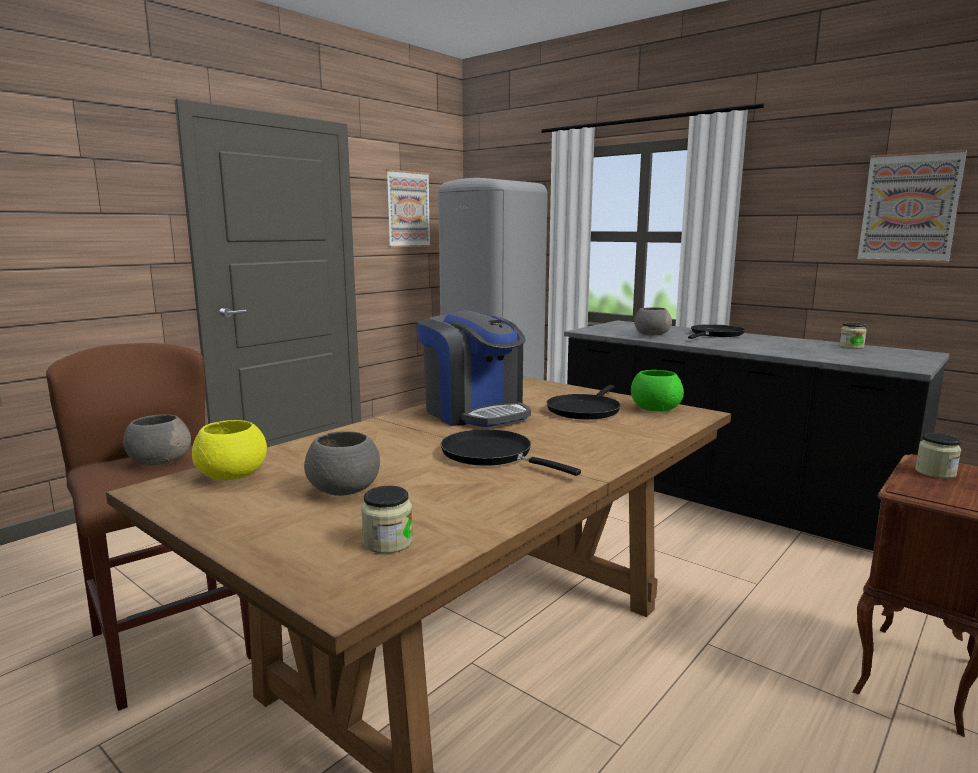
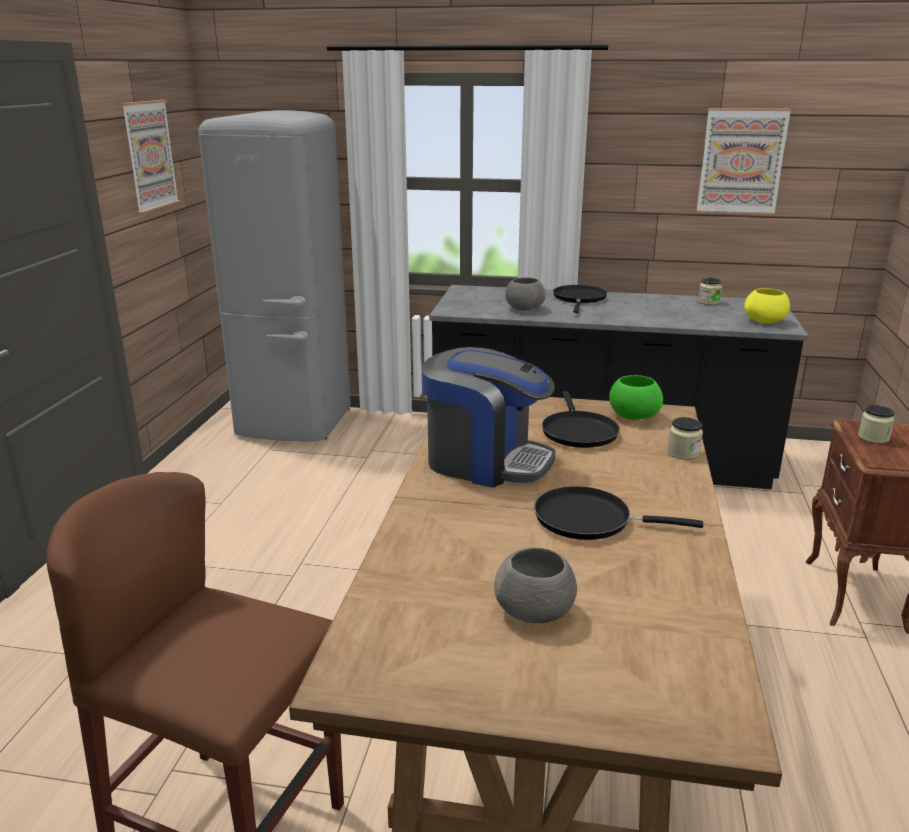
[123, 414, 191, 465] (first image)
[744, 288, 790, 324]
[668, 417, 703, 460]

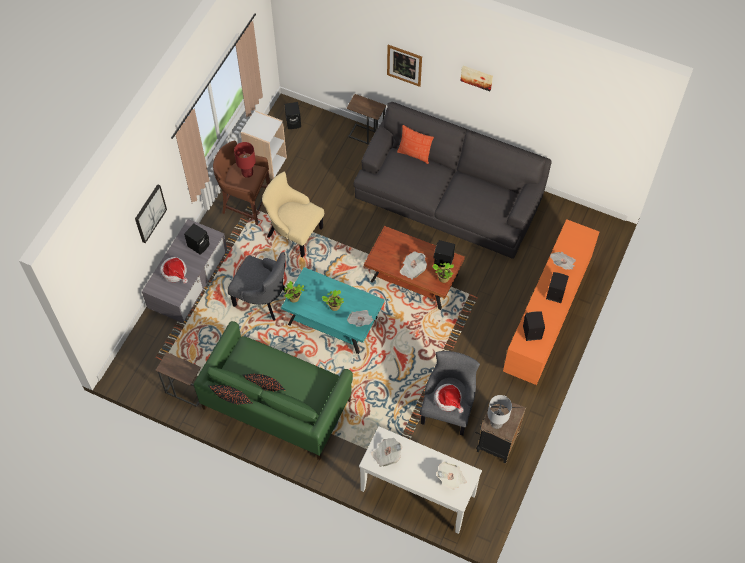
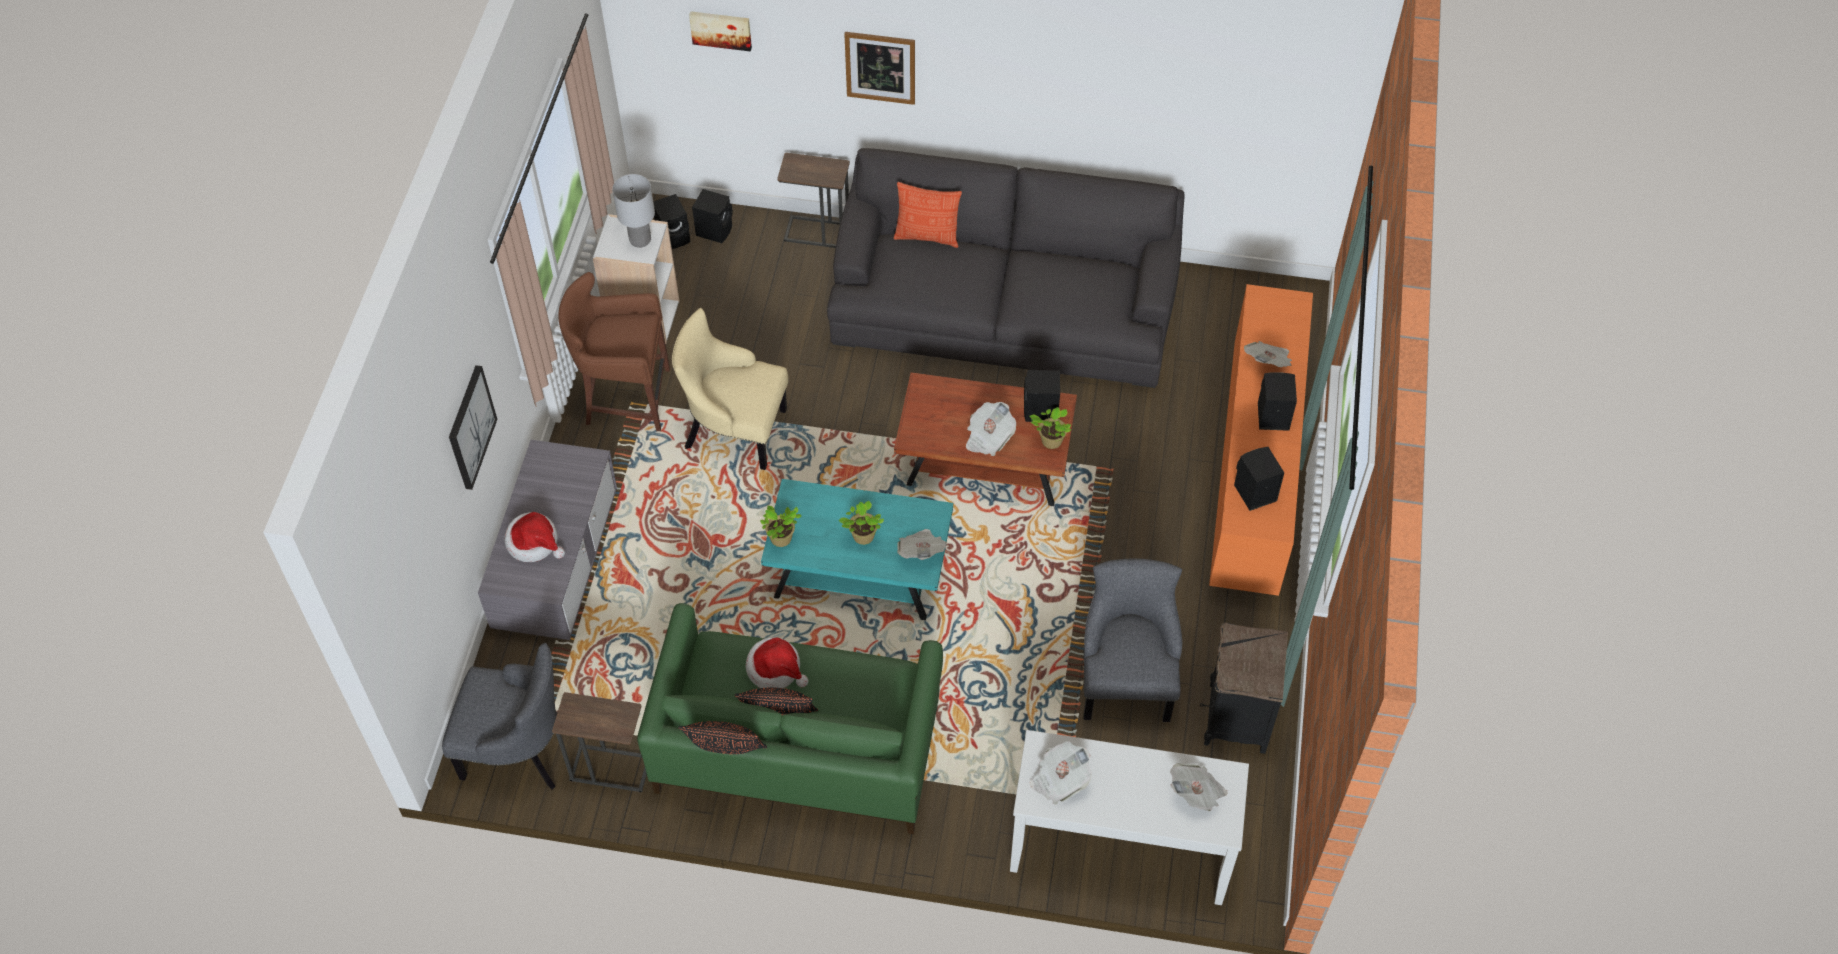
[234, 142, 256, 178] (first image)
[692, 189, 733, 243]
[442, 643, 558, 790]
[746, 637, 808, 688]
[689, 11, 752, 51]
[612, 174, 655, 248]

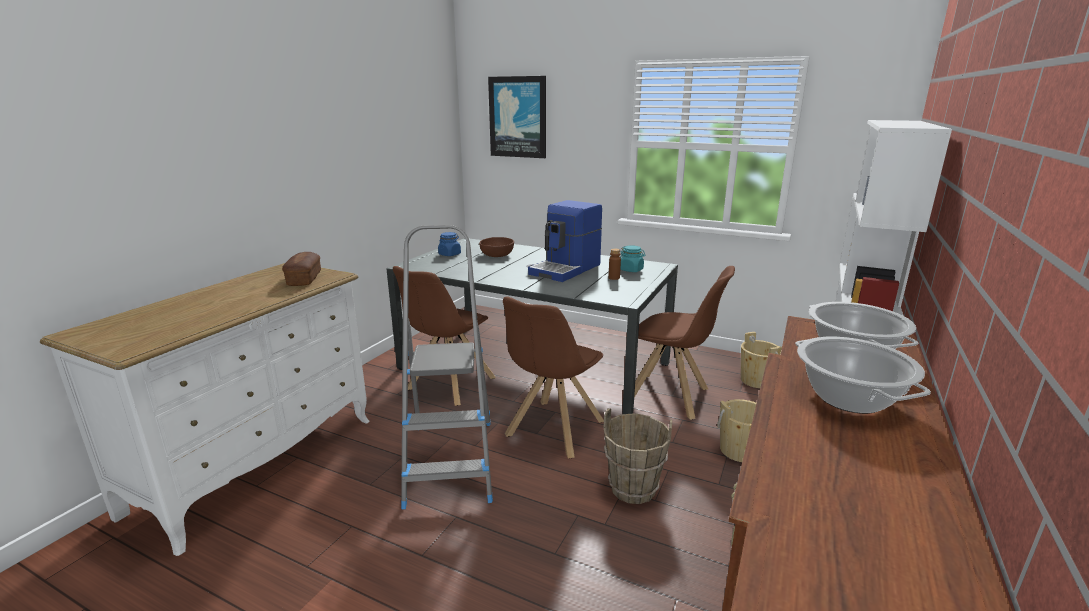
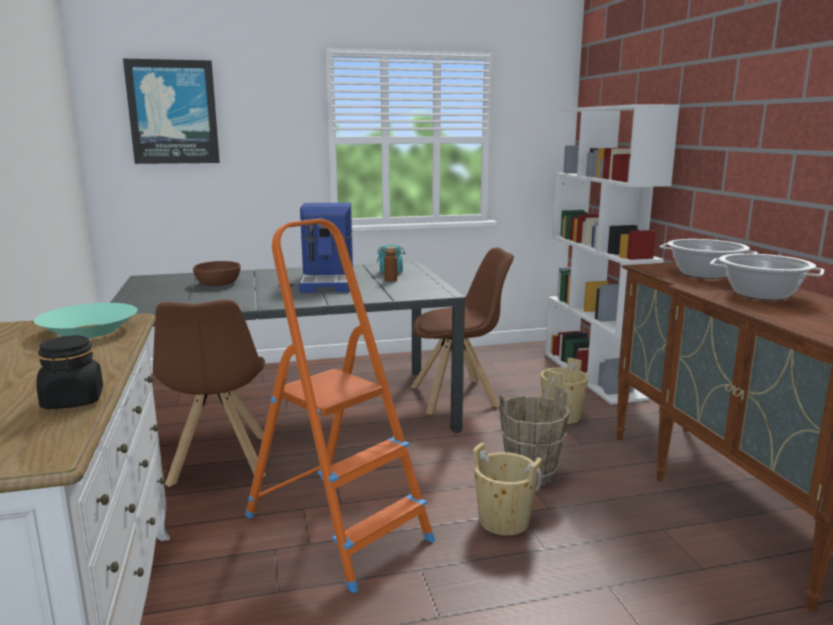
[438, 232, 461, 256] (first image)
[503, 296, 604, 459] (first image)
[36, 335, 103, 409]
[473, 443, 542, 536]
[34, 303, 137, 338]
[245, 219, 435, 593]

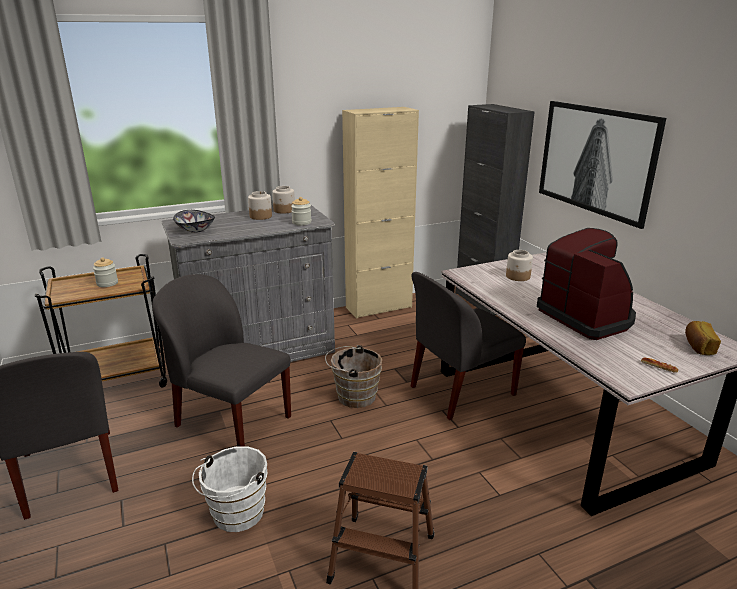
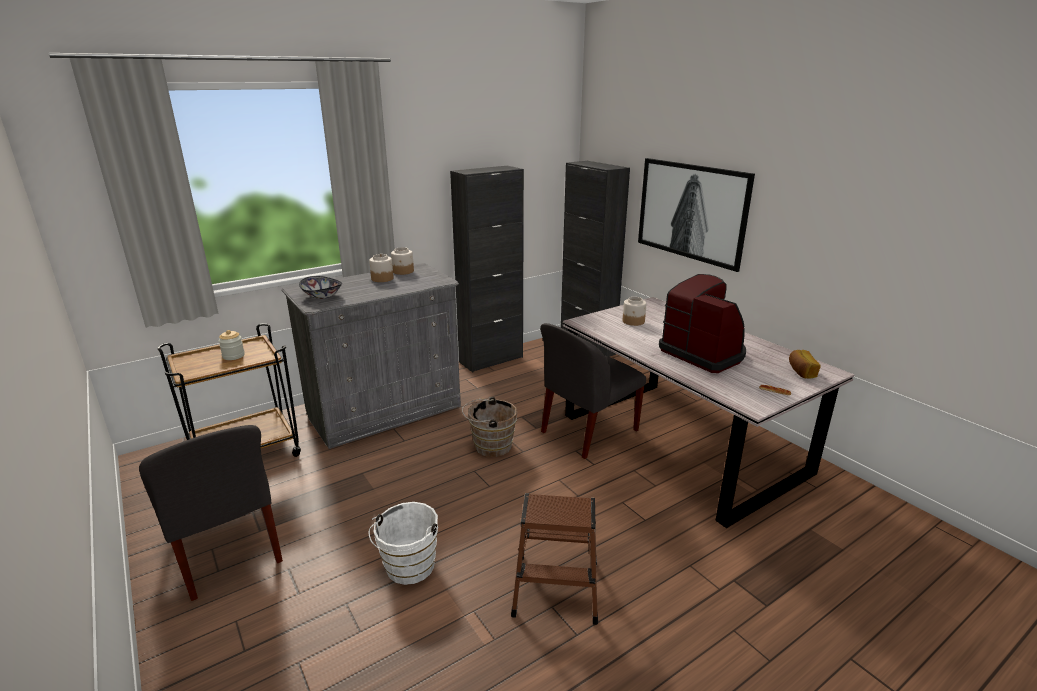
[152, 274, 291, 446] (first image)
[291, 197, 312, 225] (first image)
[450, 166, 524, 372]

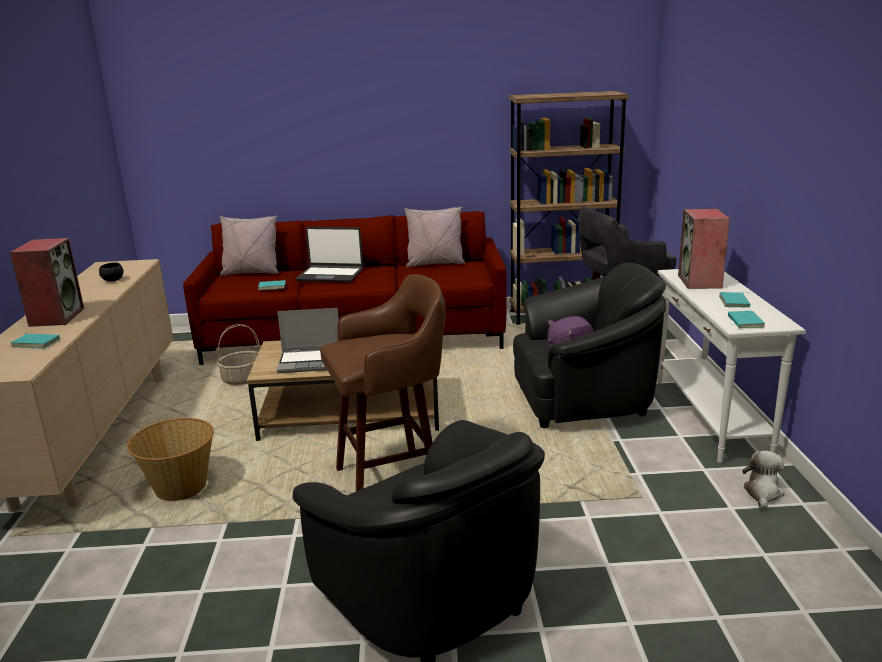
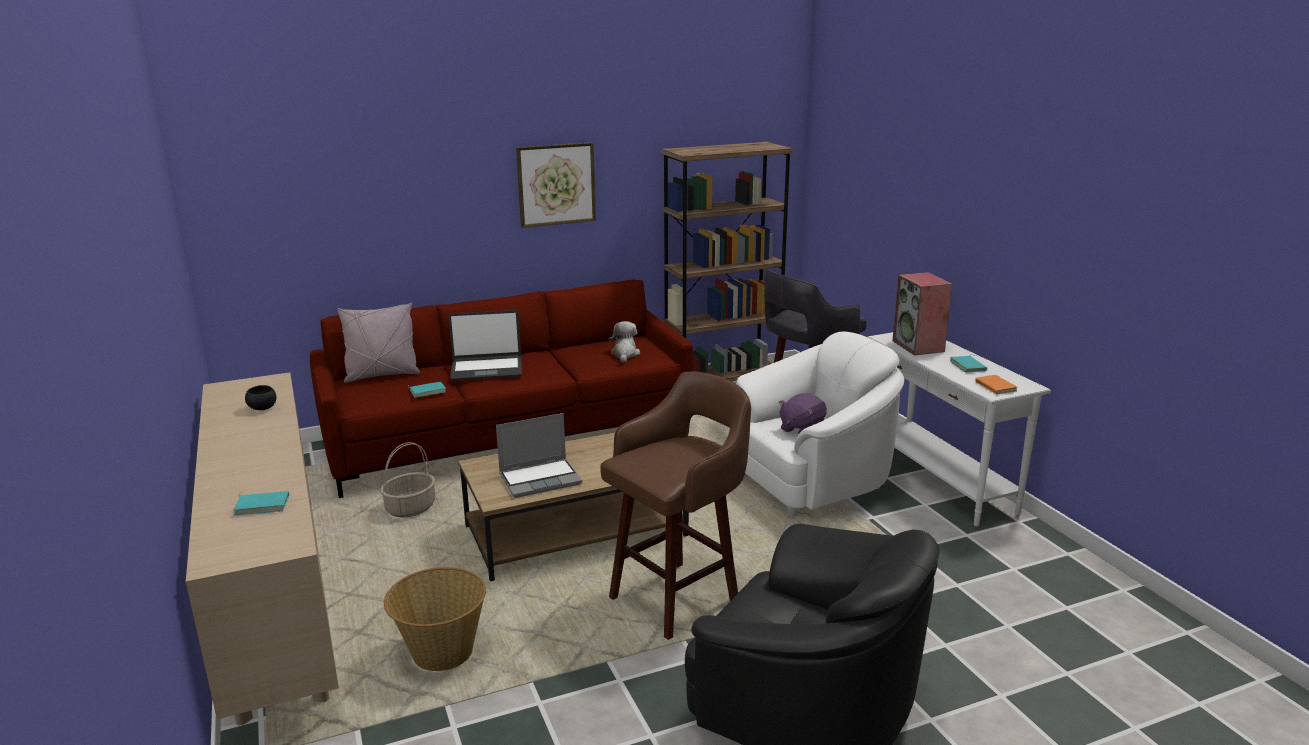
[10, 238, 84, 327] (first image)
[405, 206, 465, 268] (first image)
[516, 142, 596, 228]
[609, 321, 640, 362]
[736, 332, 904, 516]
[975, 375, 1017, 394]

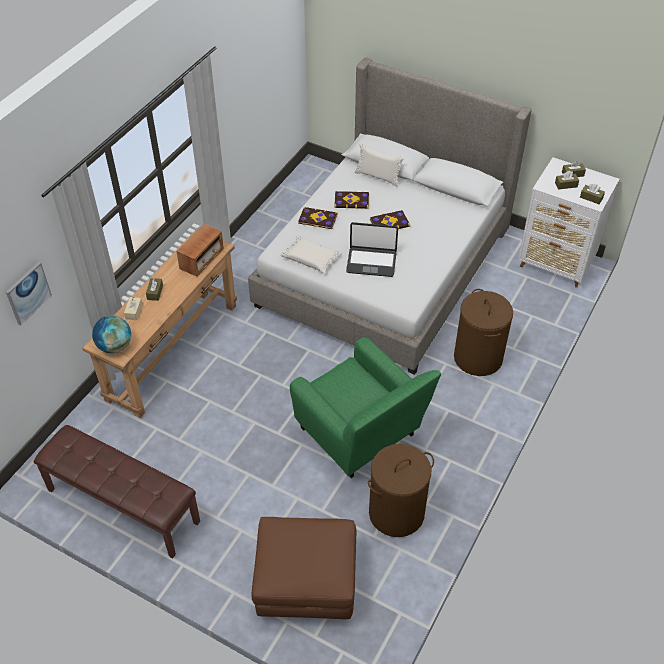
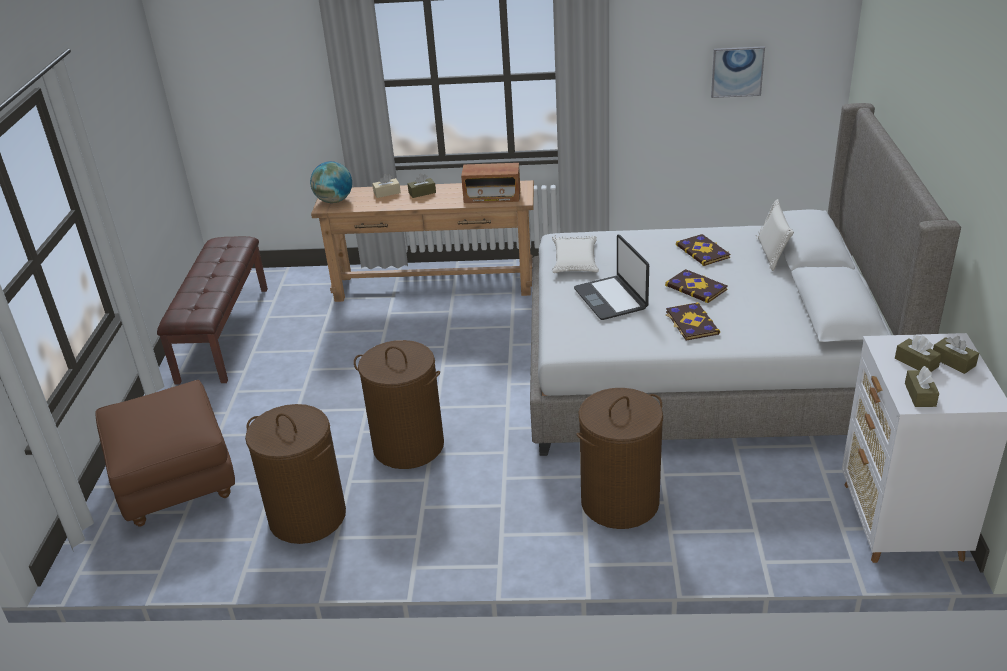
[711, 46, 765, 98]
[666, 302, 720, 341]
[354, 340, 444, 469]

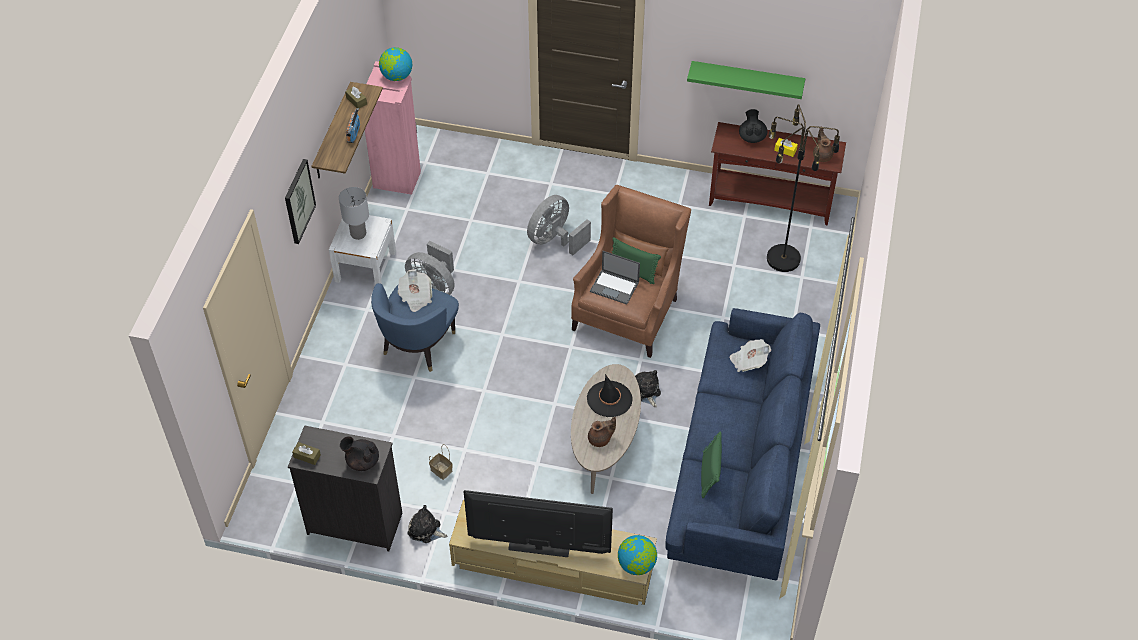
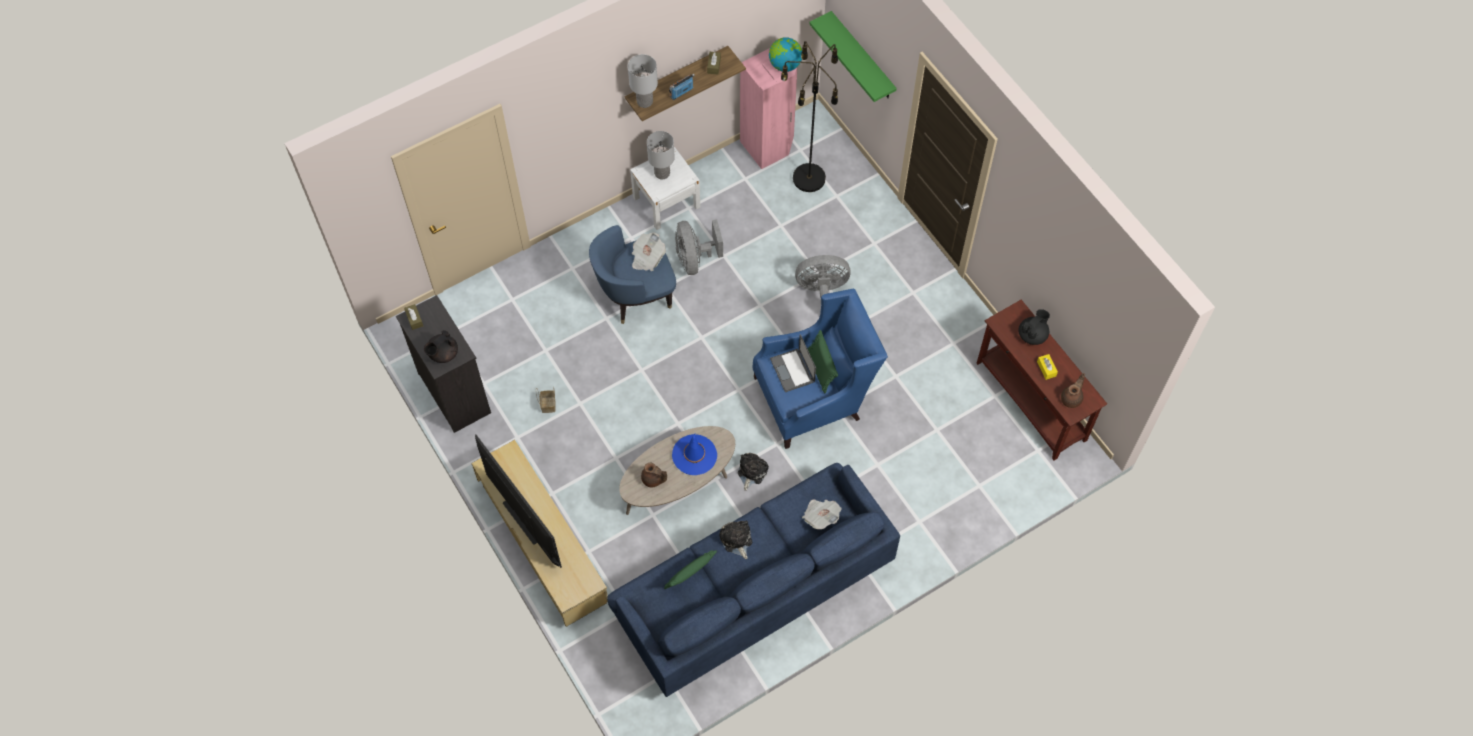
[285, 159, 316, 244] (first image)
[618, 535, 657, 575] (first image)
[628, 54, 658, 108]
[719, 521, 752, 559]
[809, 11, 896, 102]
[781, 41, 838, 192]
[753, 289, 888, 449]
[672, 434, 717, 475]
[424, 330, 458, 363]

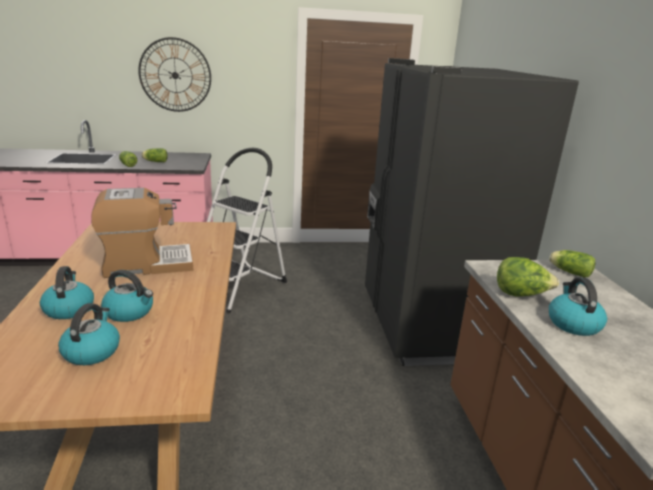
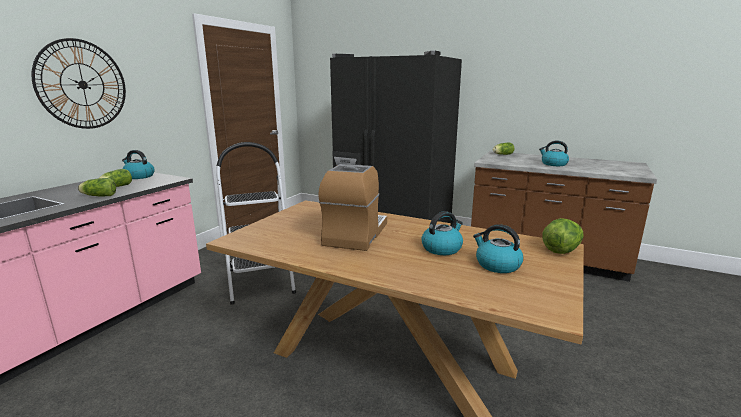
[122, 150, 155, 179]
[542, 218, 584, 254]

